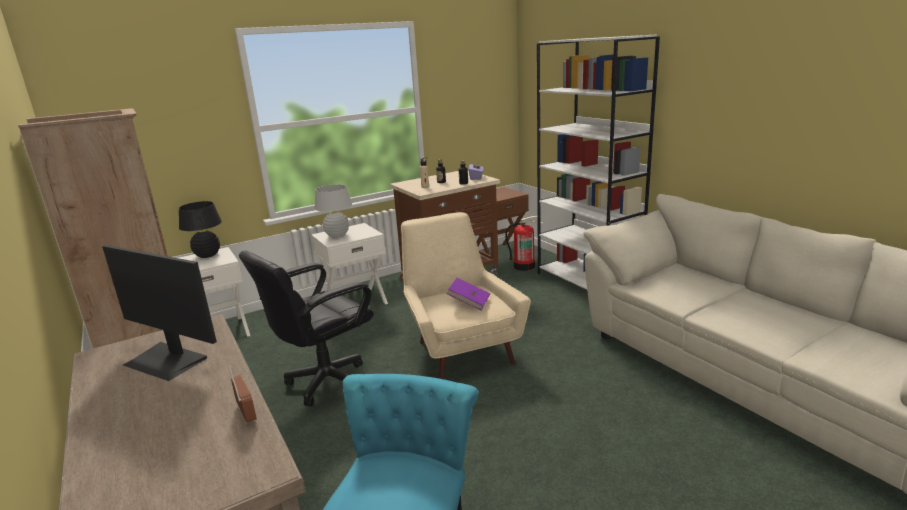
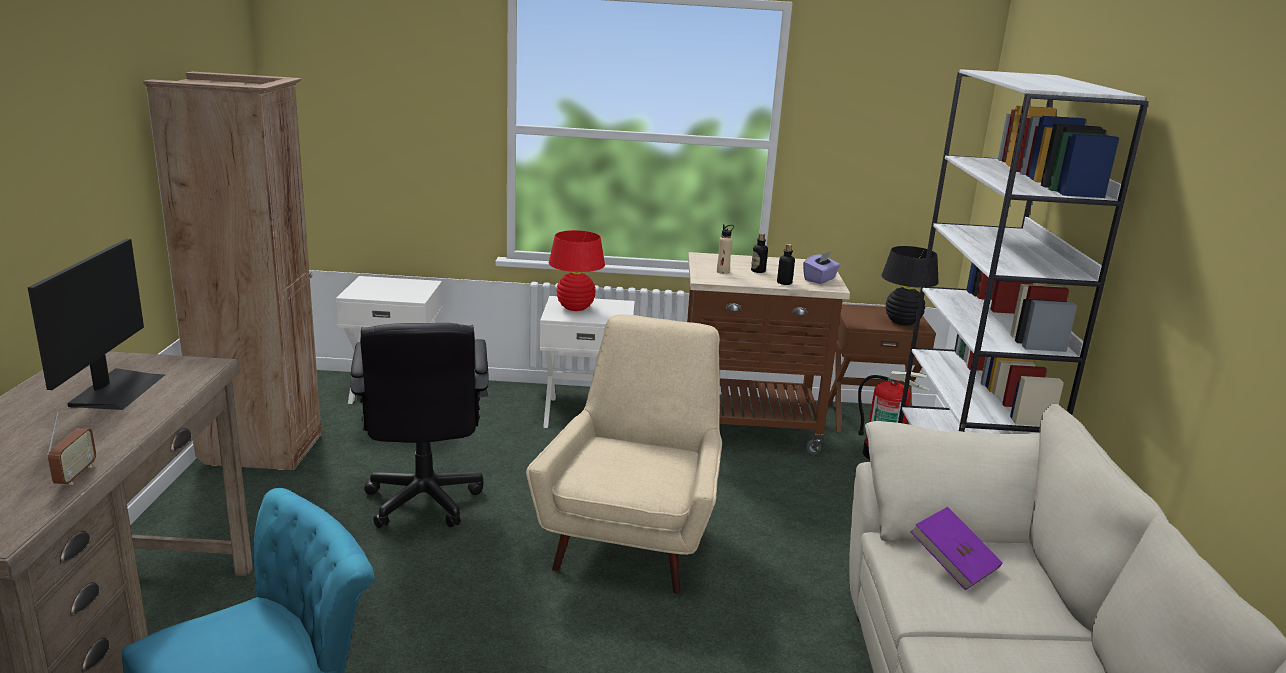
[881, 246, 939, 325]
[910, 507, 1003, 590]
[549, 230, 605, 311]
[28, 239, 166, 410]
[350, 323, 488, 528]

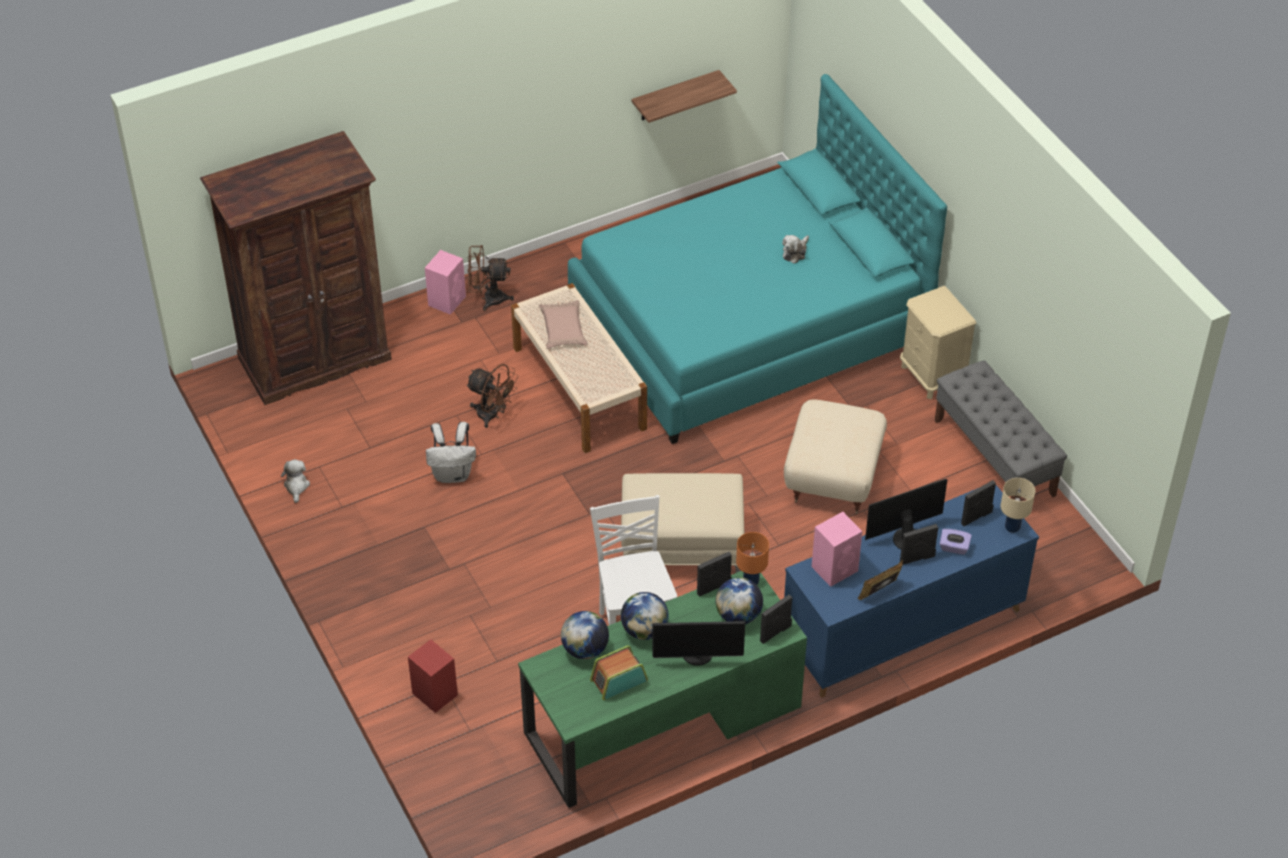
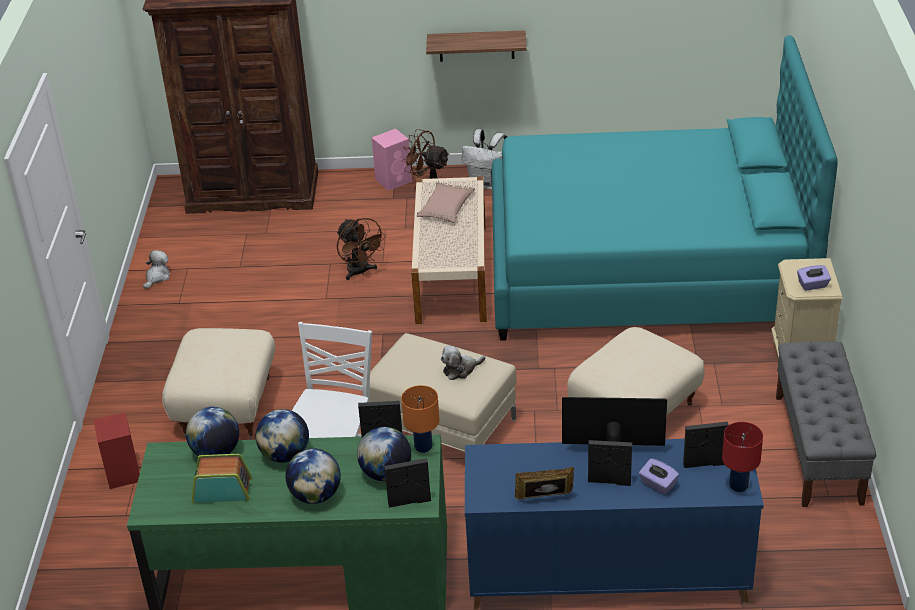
[812, 512, 862, 587] (first image)
[162, 328, 275, 439]
[797, 265, 831, 291]
[462, 129, 507, 189]
[426, 30, 527, 62]
[441, 345, 485, 380]
[285, 448, 341, 504]
[722, 422, 763, 492]

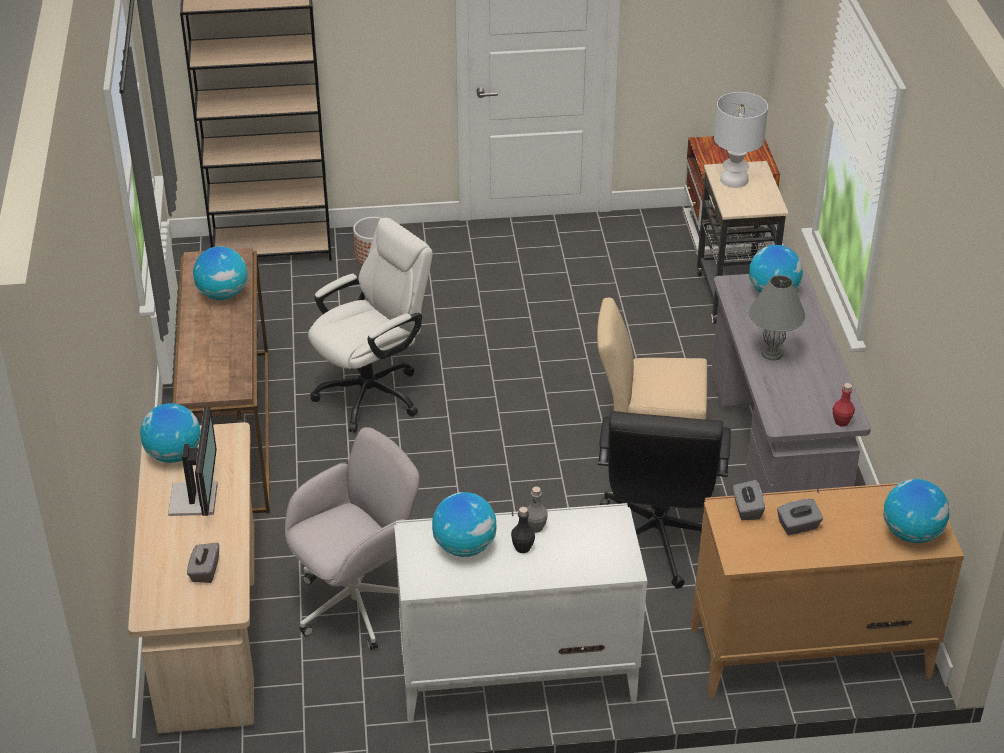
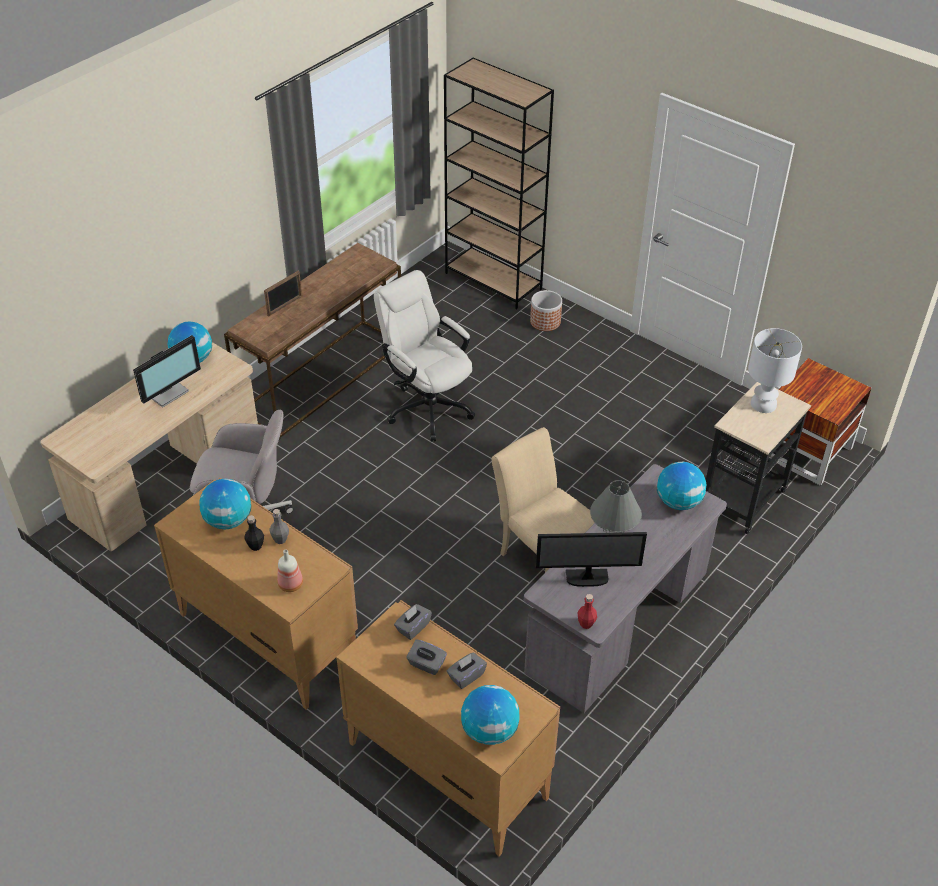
[193, 246, 248, 300] (first image)
[598, 411, 731, 589] (first image)
[264, 271, 302, 317]
[277, 549, 303, 592]
[536, 532, 647, 587]
[447, 652, 487, 689]
[154, 478, 358, 710]
[374, 270, 475, 442]

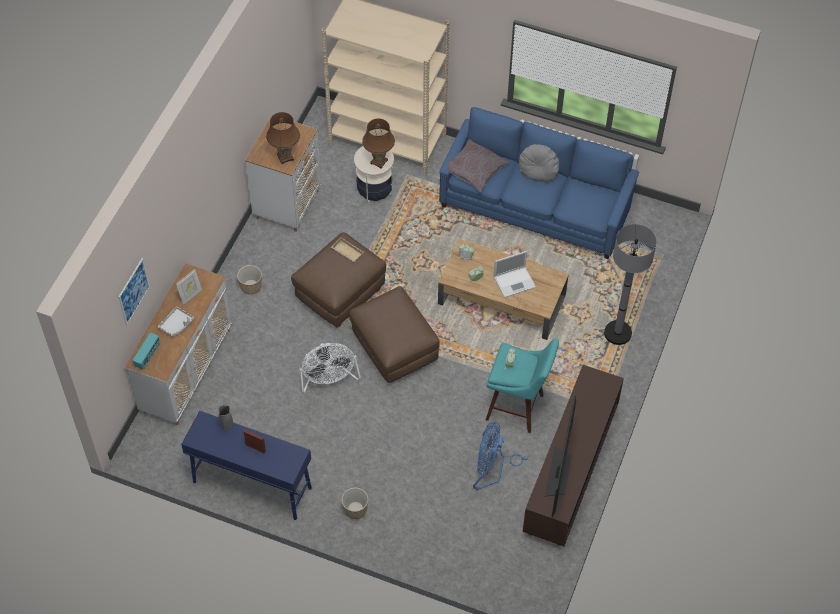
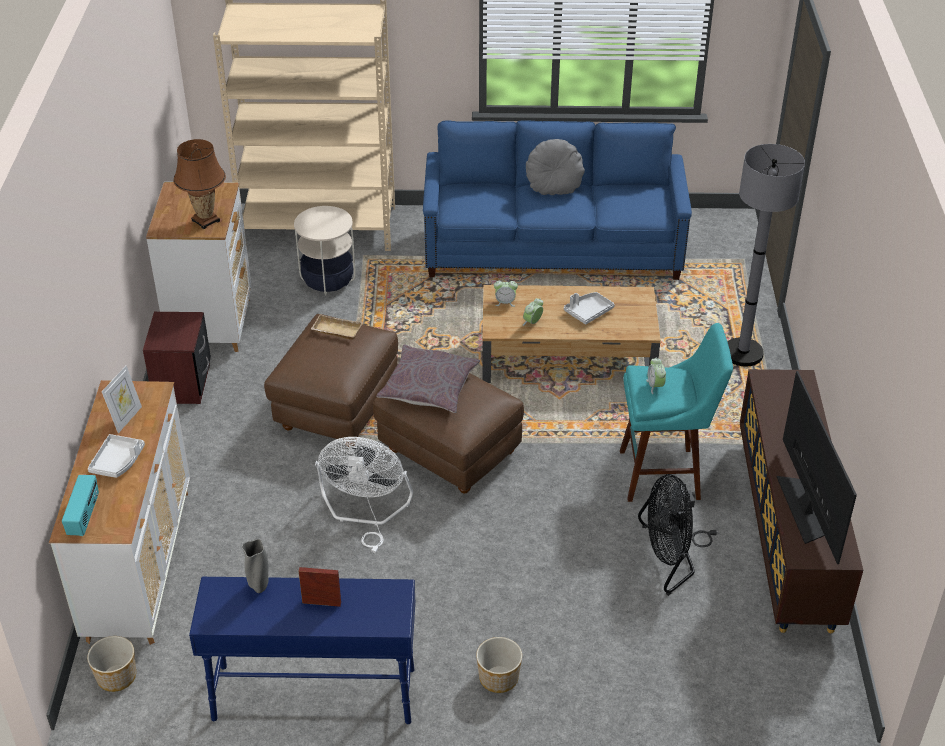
[119, 258, 150, 325] (first image)
[362, 119, 395, 169] (first image)
[143, 312, 211, 404]
[87, 636, 136, 692]
[376, 345, 480, 413]
[564, 292, 615, 324]
[638, 474, 718, 596]
[315, 437, 413, 553]

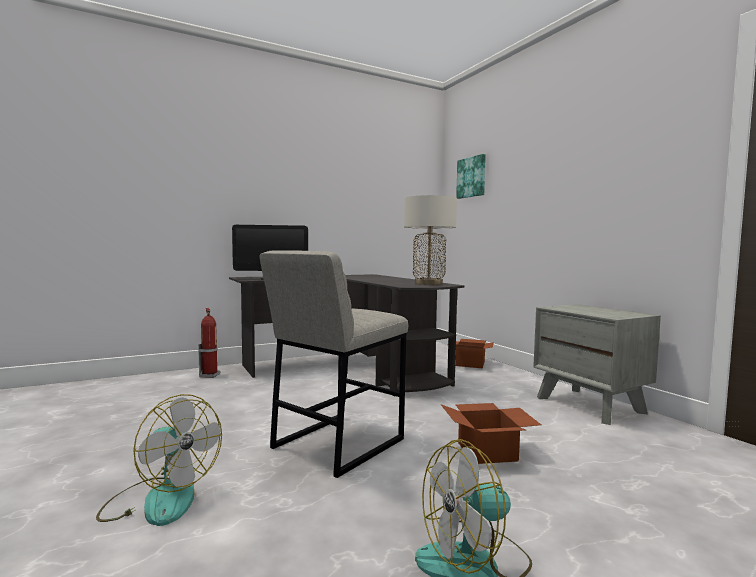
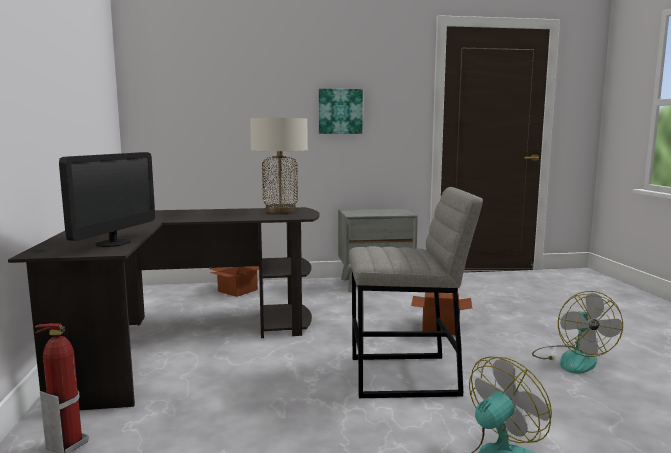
[319, 89, 363, 134]
[349, 187, 483, 398]

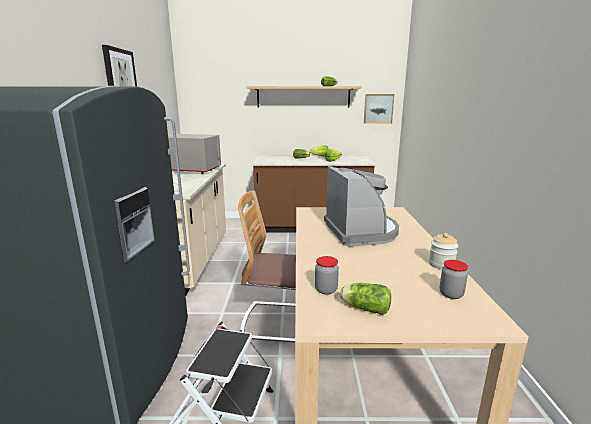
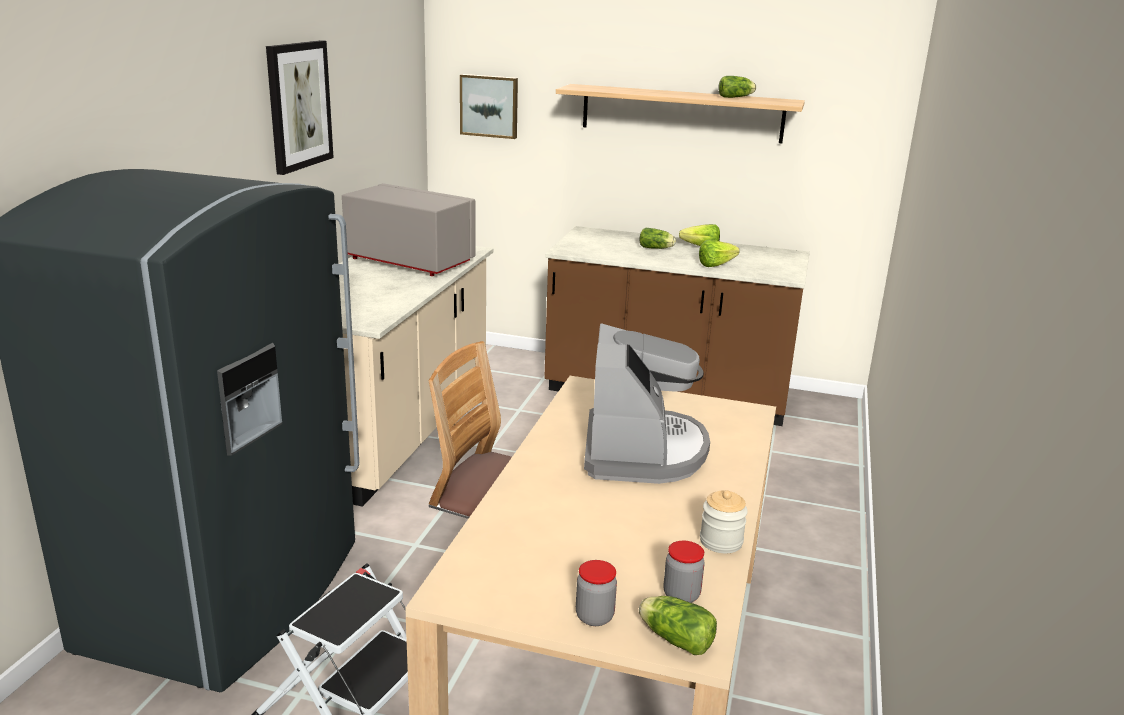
[576, 560, 617, 626]
[639, 596, 717, 655]
[460, 74, 518, 139]

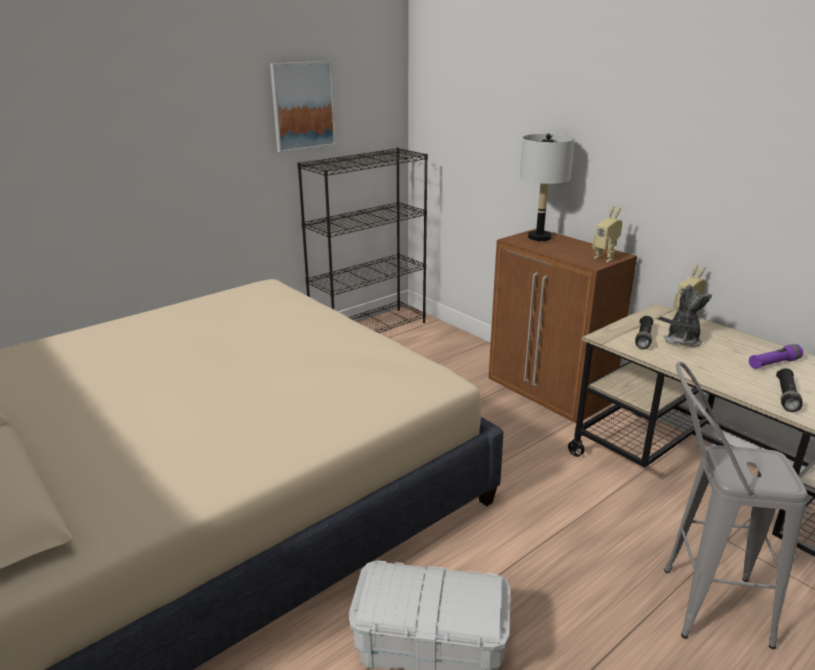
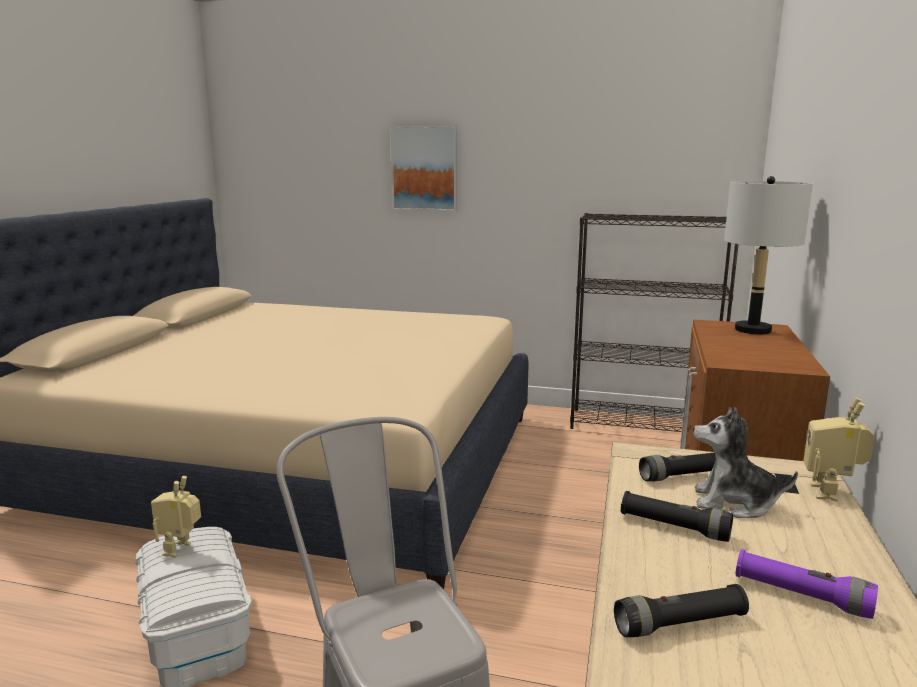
[621, 491, 733, 542]
[391, 125, 457, 211]
[151, 476, 201, 558]
[693, 407, 798, 518]

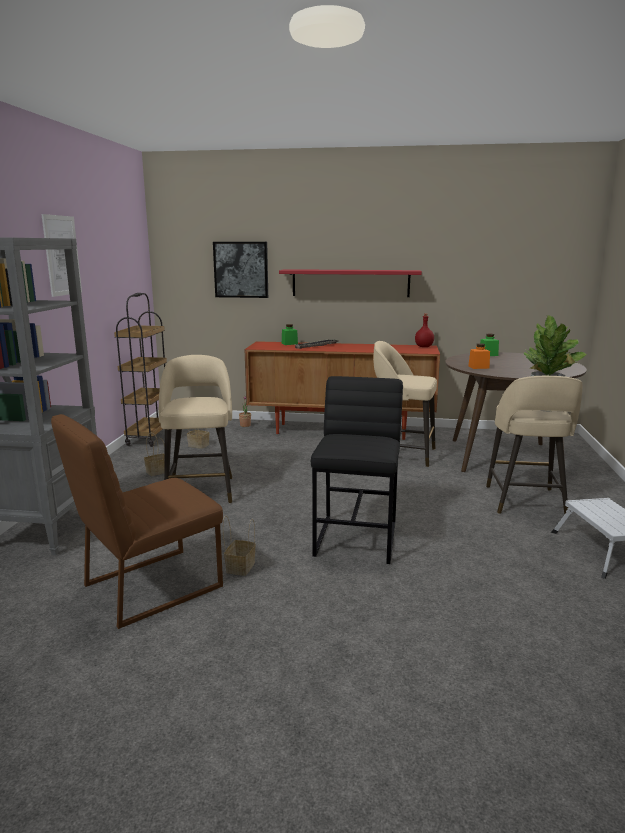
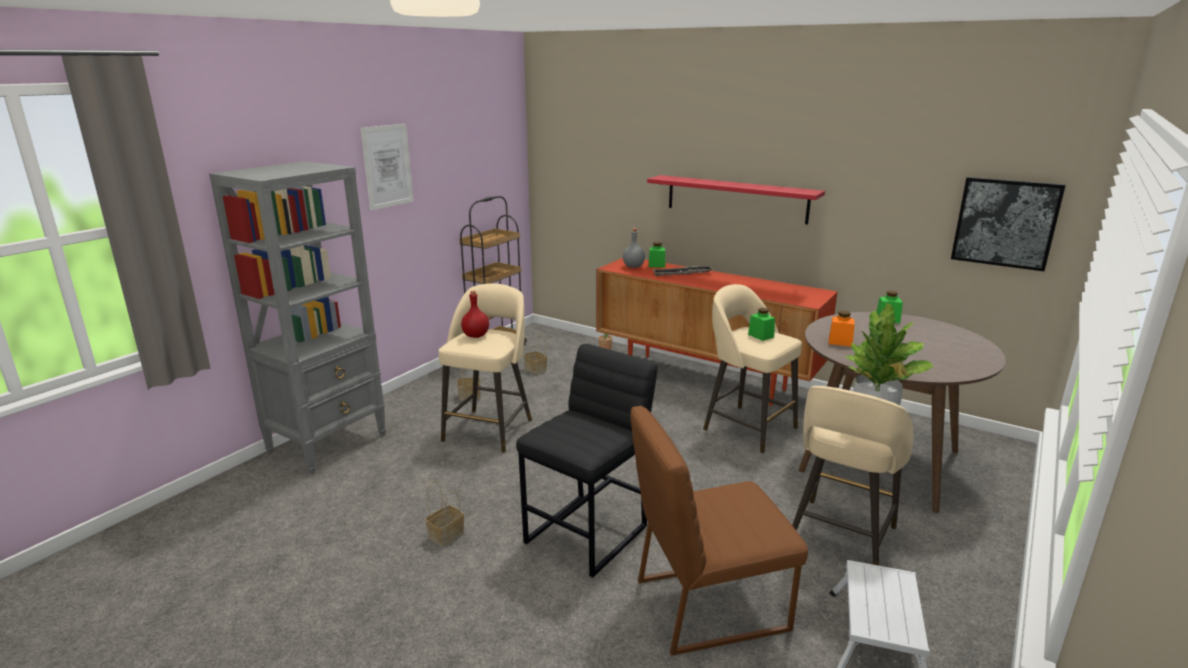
[623, 228, 645, 268]
[748, 308, 775, 341]
[630, 406, 808, 656]
[951, 177, 1066, 271]
[461, 290, 489, 338]

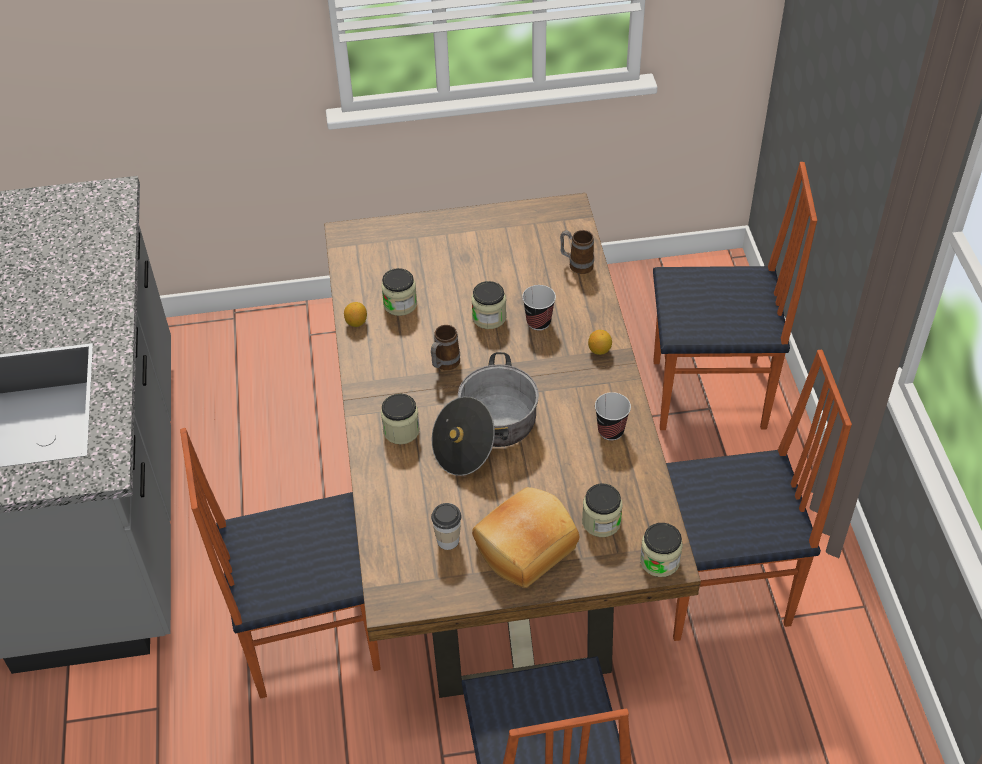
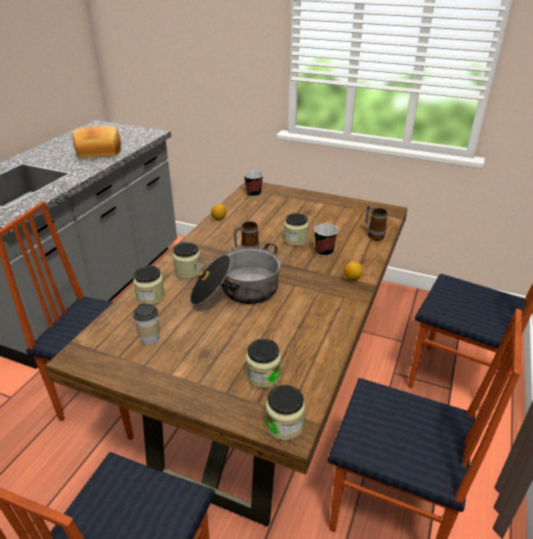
[133, 266, 165, 305]
[73, 126, 121, 158]
[244, 170, 263, 197]

